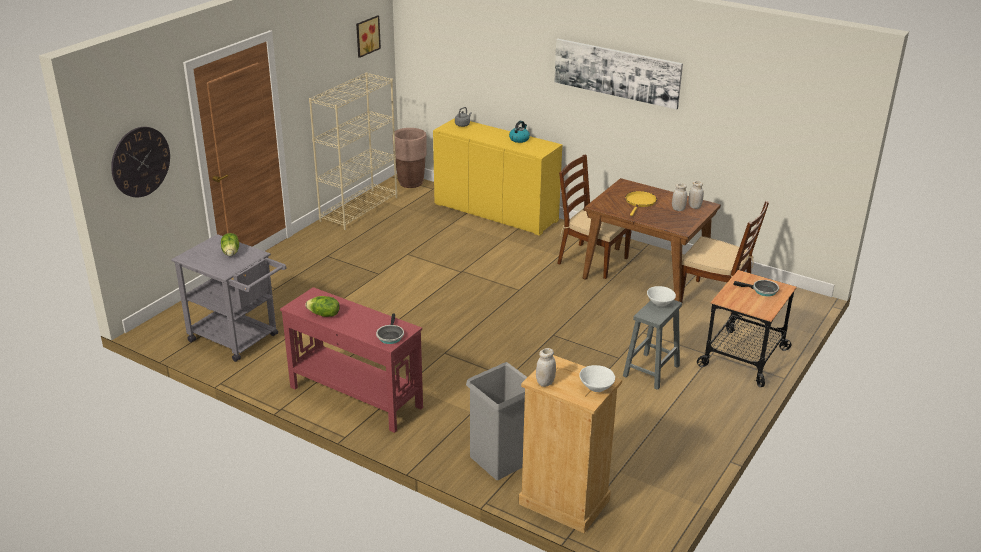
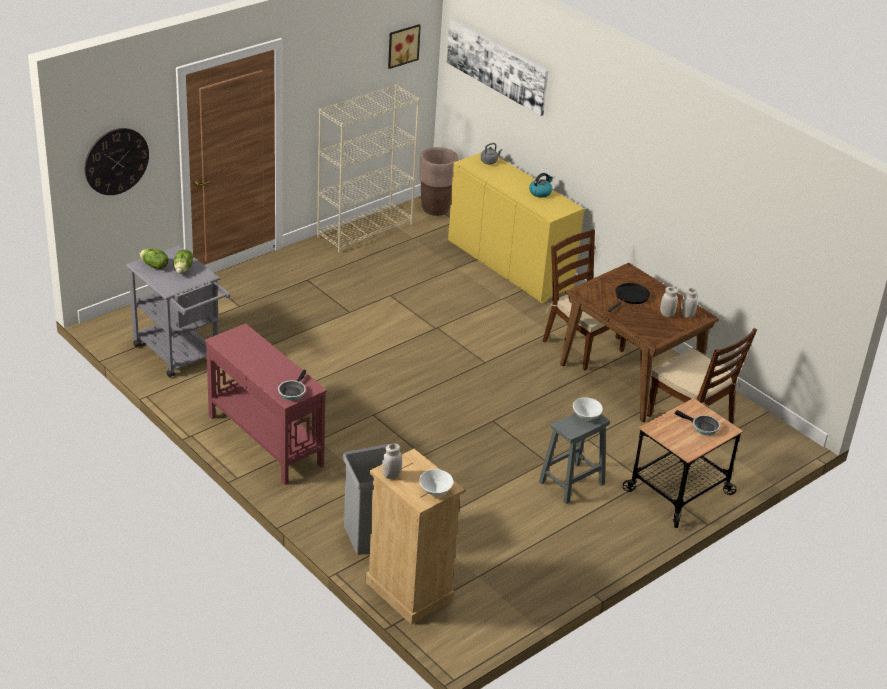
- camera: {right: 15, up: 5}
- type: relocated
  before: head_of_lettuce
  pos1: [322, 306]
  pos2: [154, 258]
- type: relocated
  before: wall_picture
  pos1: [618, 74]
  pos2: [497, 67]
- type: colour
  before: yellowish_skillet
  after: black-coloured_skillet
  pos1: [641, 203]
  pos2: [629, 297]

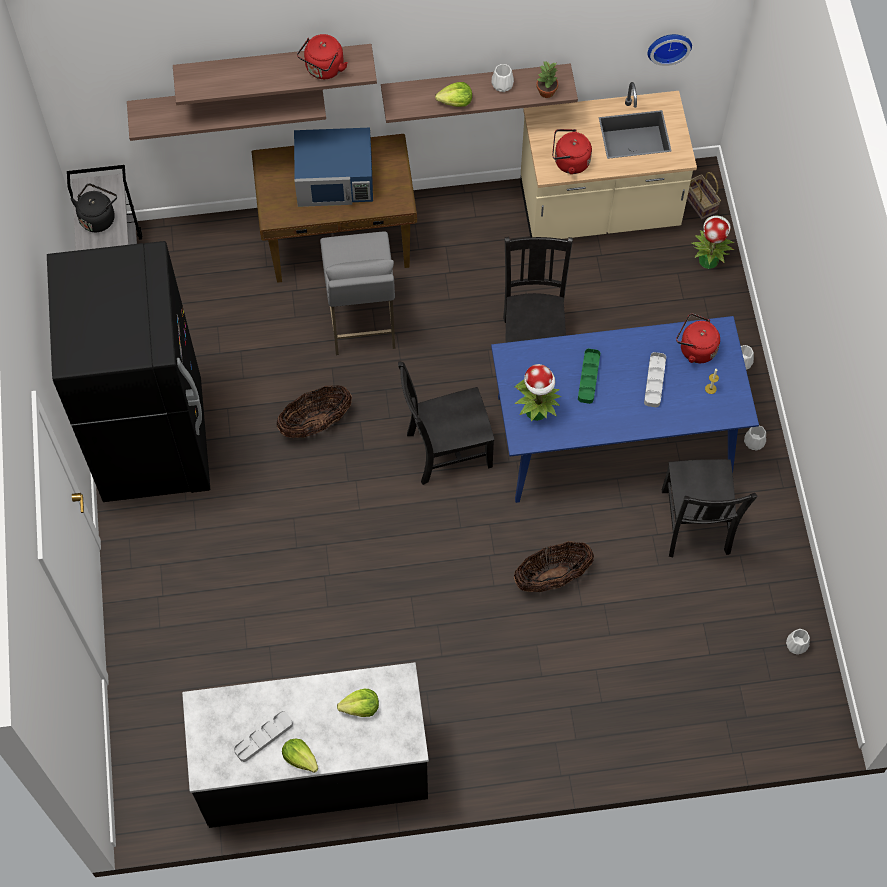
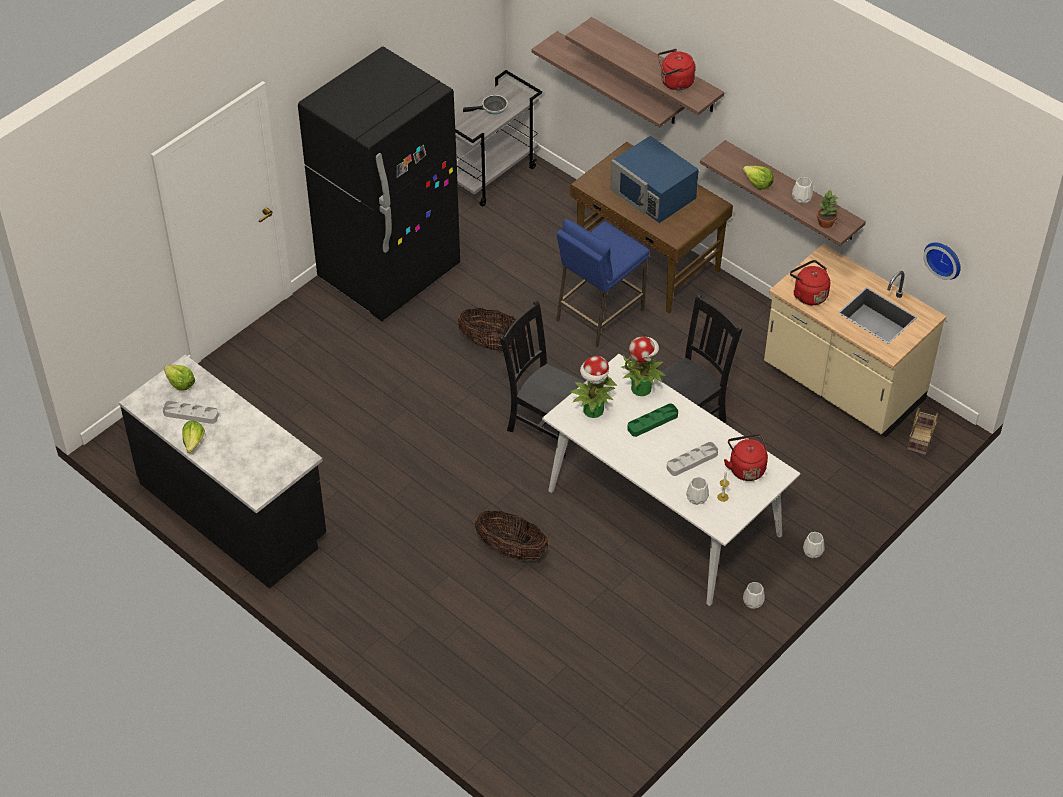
- camera: {right: 50, up: -15}
- type: missing
  before: black-coloured_chair
  pos1: [709, 508]
- type: relocated
  before: head_of_lettuce
  pos1: [358, 703]
  pos2: [179, 378]
- type: relocated
  before: plant_in_a_pot
  pos1: [713, 242]
  pos2: [643, 366]
- type: relocated
  before: white-coloured_decorative_vase
  pos1: [798, 642]
  pos2: [697, 491]
- type: exchanged
  before: black-coloured_water_kettle
  after: skillet
  pos1: [93, 208]
  pos2: [485, 105]
- type: colour
  before: grey_sitting_stool
  after: blue-coloured_sitting_stool
  pos1: [358, 293]
  pos2: [602, 283]
- type: colour
  before: blue-coloured_kitchen_table
  after: white-coloured_kitchen_table
  pos1: [625, 409]
  pos2: [671, 480]

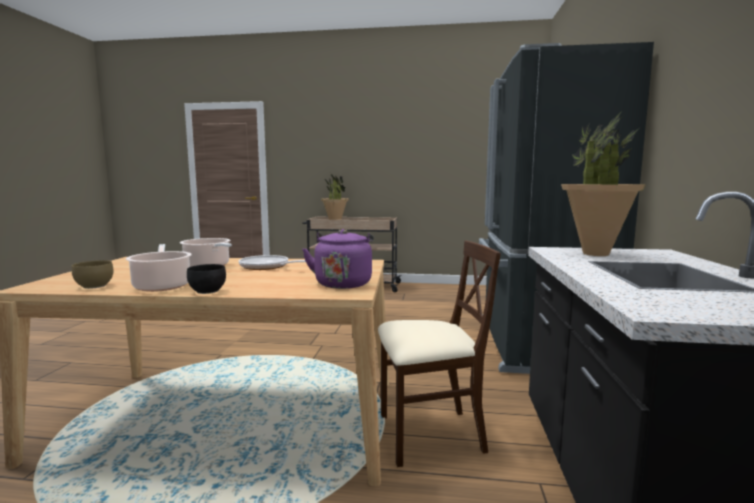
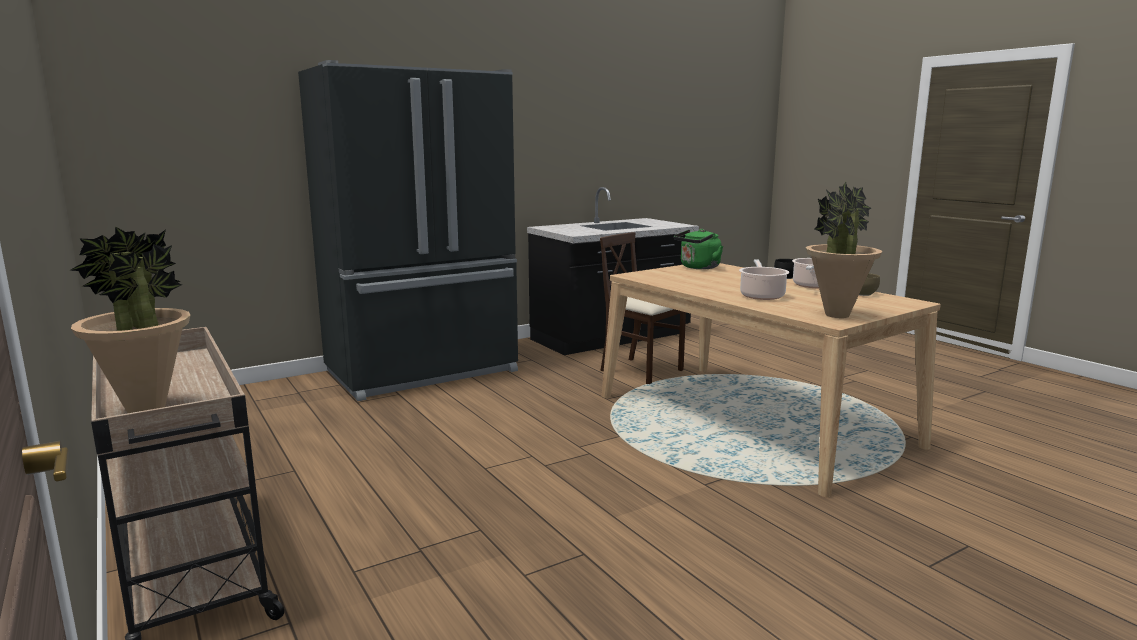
- camera: {right: -130, up: 5}
- type: missing
  before: skillet
  pos1: [272, 262]
- type: relocated
  before: plant_in_a_pot
  pos1: [603, 184]
  pos2: [844, 250]
- type: colour
  before: purplish_water_kettle
  after: green_water_kettle
  pos1: [338, 259]
  pos2: [698, 249]

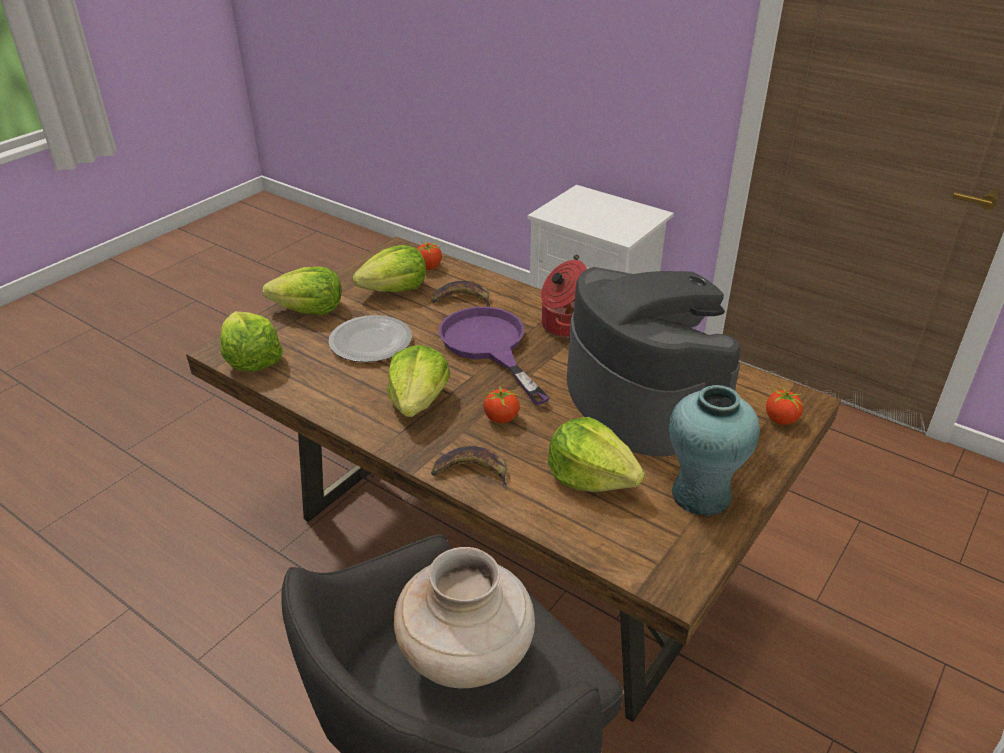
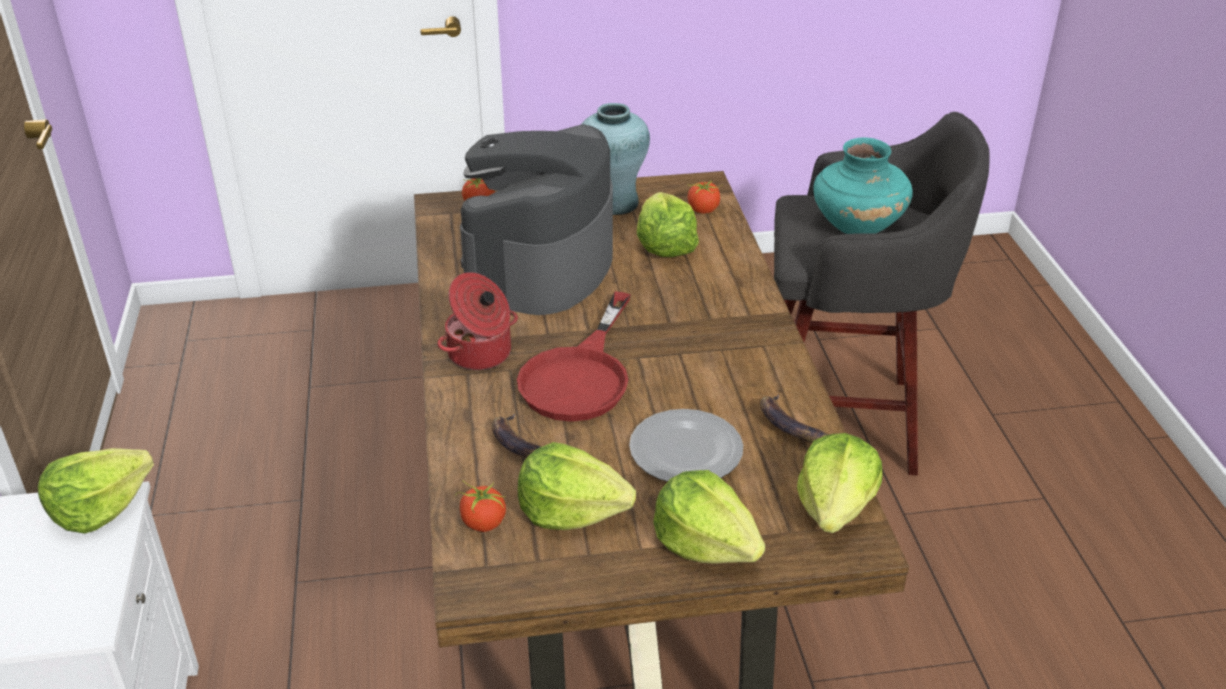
- camera: {right: -135, up: 0}
- type: relocated
  before: head_of_lettuce
  pos1: [418, 381]
  pos2: [96, 491]
- type: relocated
  before: banana
  pos1: [469, 467]
  pos2: [794, 418]
- type: relocated
  before: whole_tomato
  pos1: [500, 404]
  pos2: [705, 197]
- type: colour
  before: sand-coloured_decorative_vase
  after: blue-green_decorative_vase
  pos1: [464, 617]
  pos2: [863, 186]
- type: colour
  before: purplish_skillet
  after: red_skillet
  pos1: [494, 356]
  pos2: [574, 357]

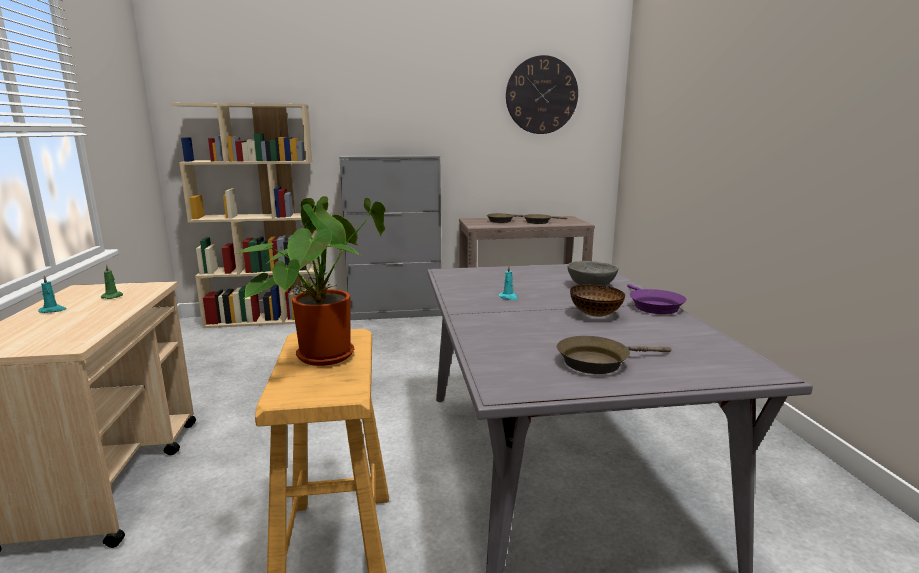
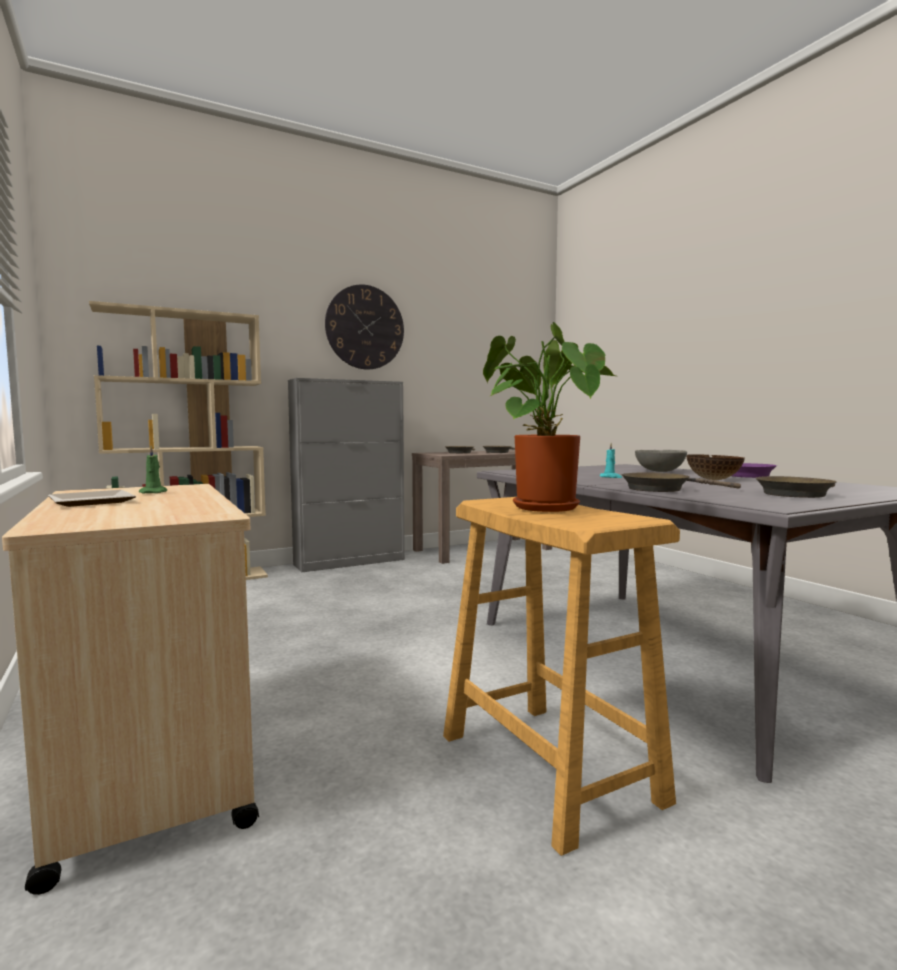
- camera: {right: -20, up: -10}
- type: appeared
  after: brown-coloured_skillet
  pos2: [681, 482]
- type: relocated
  before: wall_clock
  pos1: [542, 94]
  pos2: [364, 327]
- type: exchanged
  before: blue-green_wax_light
  after: dinner_plate
  pos1: [52, 294]
  pos2: [92, 498]

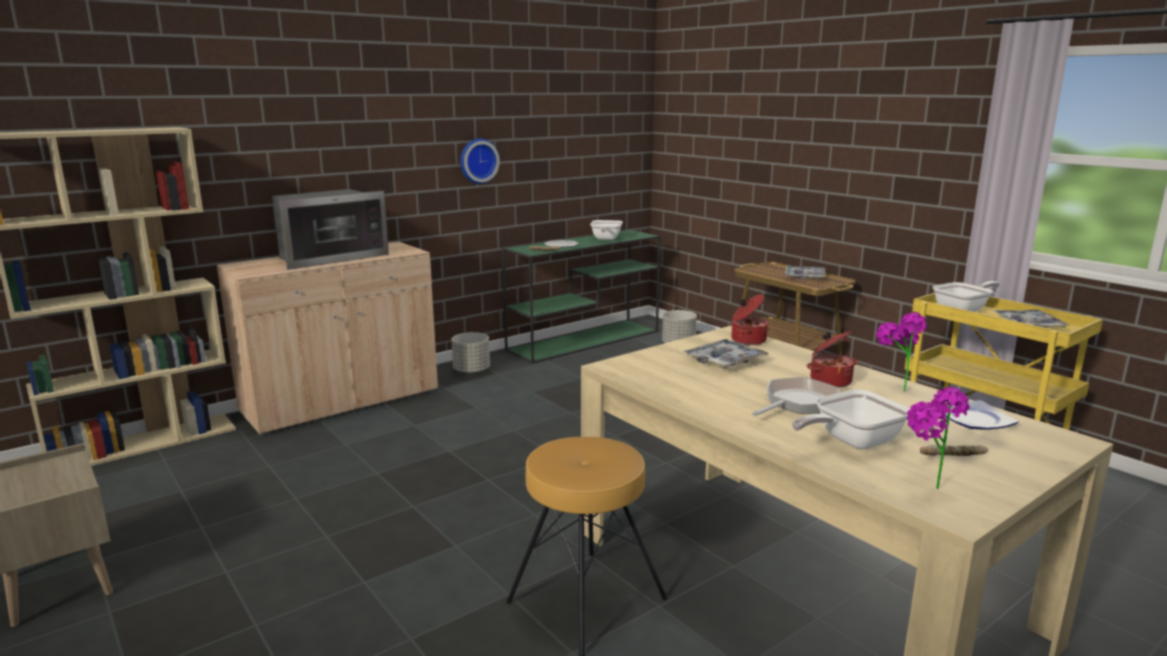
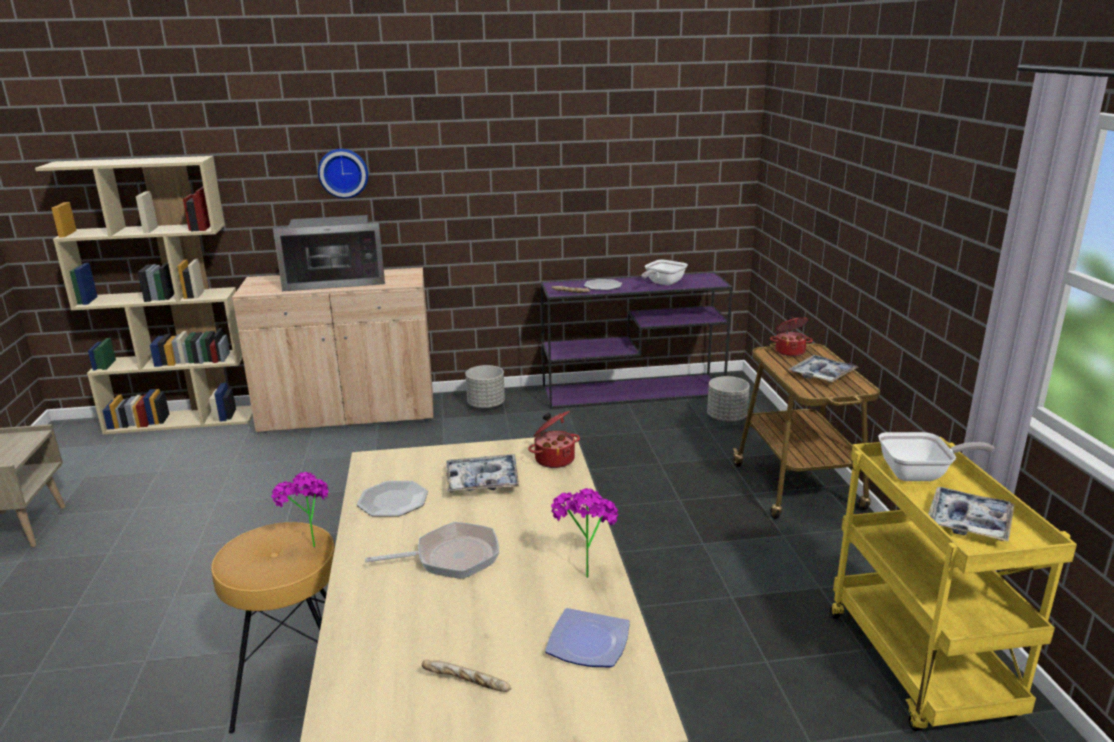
- camera: {right: 30, up: 5}
- type: missing
  before: skillet
  pos1: [851, 419]
- type: appeared
  after: dinner_plate
  pos2: [392, 499]
- type: relocated
  before: wall_clock
  pos1: [480, 161]
  pos2: [343, 173]
- type: relocated
  before: cooking_pot
  pos1: [832, 359]
  pos2: [791, 336]
- type: relocated
  before: plant_in_a_pot
  pos1: [938, 438]
  pos2: [300, 509]
- type: colour
  before: green_hall_table
  after: purplish_hall_table
  pos1: [581, 297]
  pos2: [637, 340]

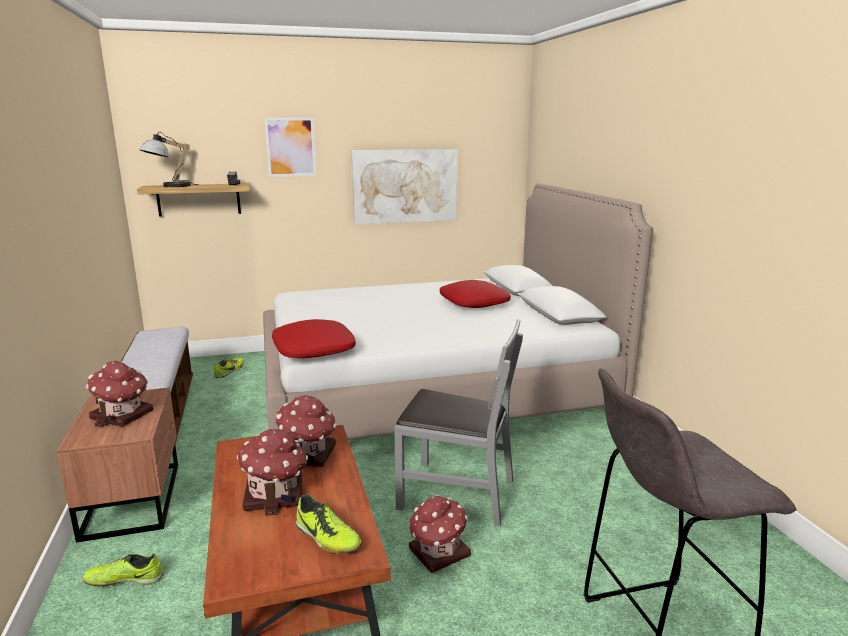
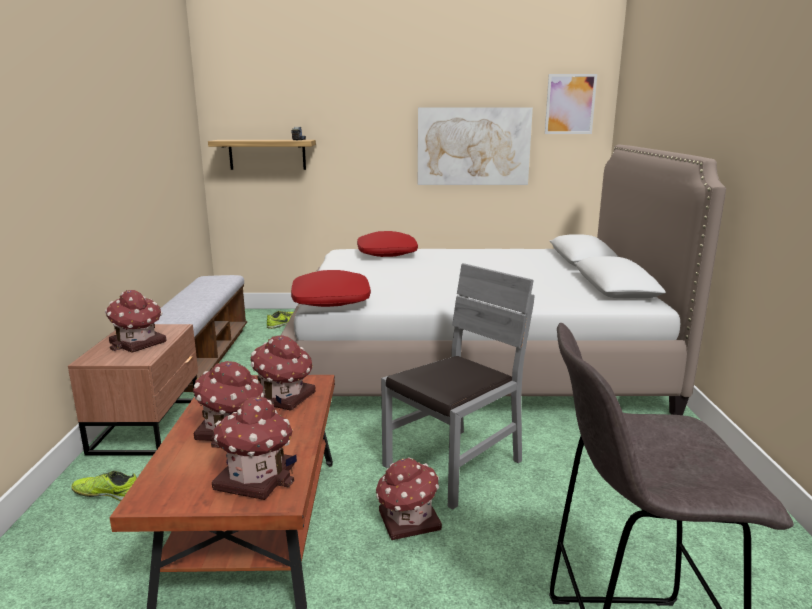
- camera: {right: 15, up: 0}
- type: missing
  before: lamp_for_a_table
  pos1: [169, 159]
- type: relocated
  before: wall_picture
  pos1: [290, 147]
  pos2: [571, 104]
- type: relocated
  before: red_pillow
  pos1: [475, 294]
  pos2: [387, 244]
- type: exchanged
  before: shoe
  after: model_house
  pos1: [329, 523]
  pos2: [254, 448]
- type: spun
  before: grey_chair
  pos1: [458, 422]
  pos2: [457, 386]
  turn: -75

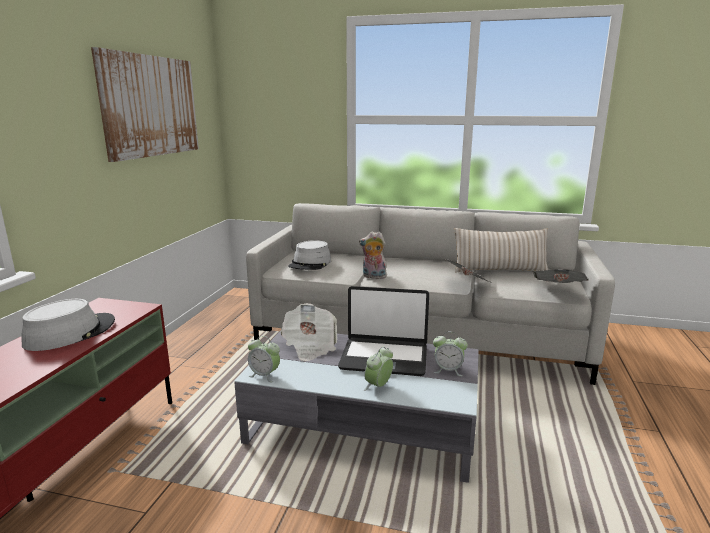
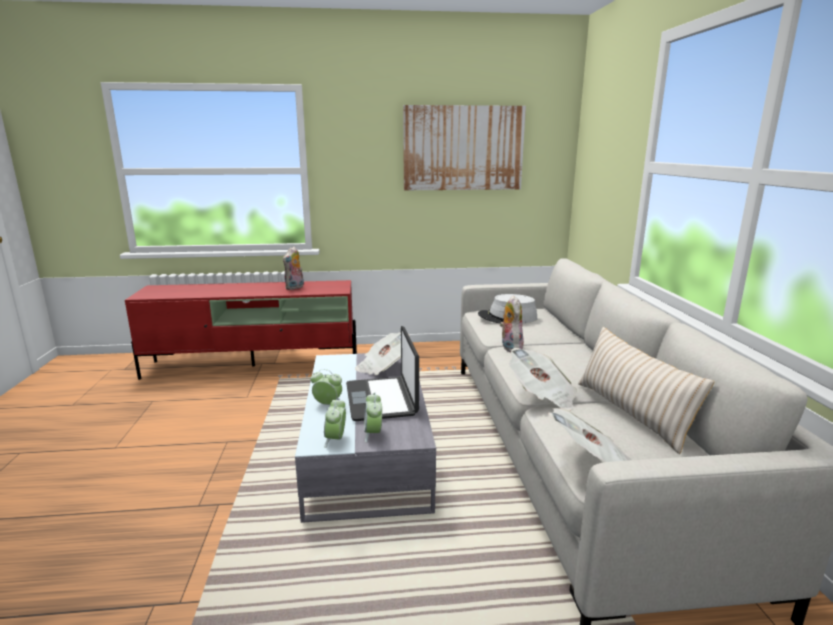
- camera: {right: 70, up: 0}
- type: relocated
  before: bedside_clock
  pos1: [264, 359]
  pos2: [335, 423]
- type: exchanged
  before: grey_hat
  after: plush_toy
  pos1: [68, 325]
  pos2: [293, 268]

